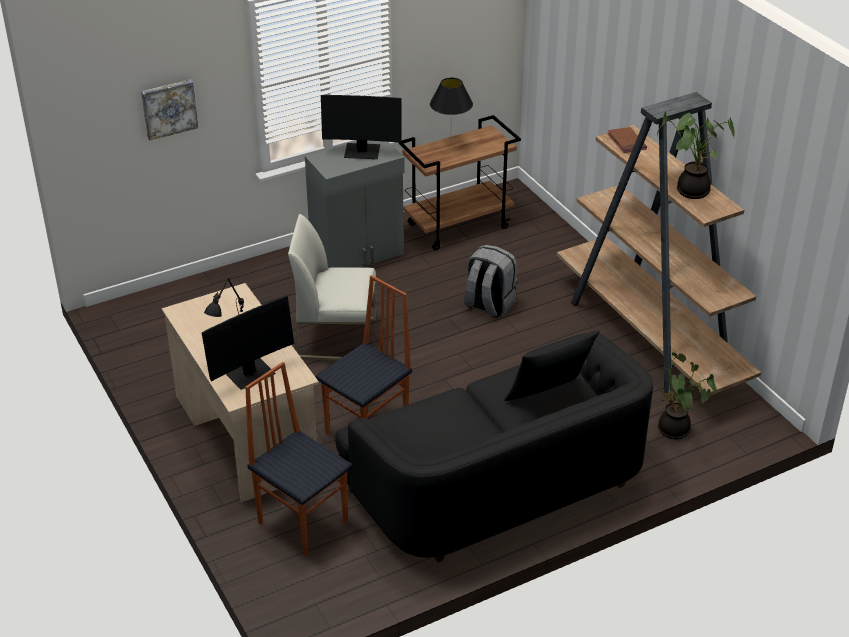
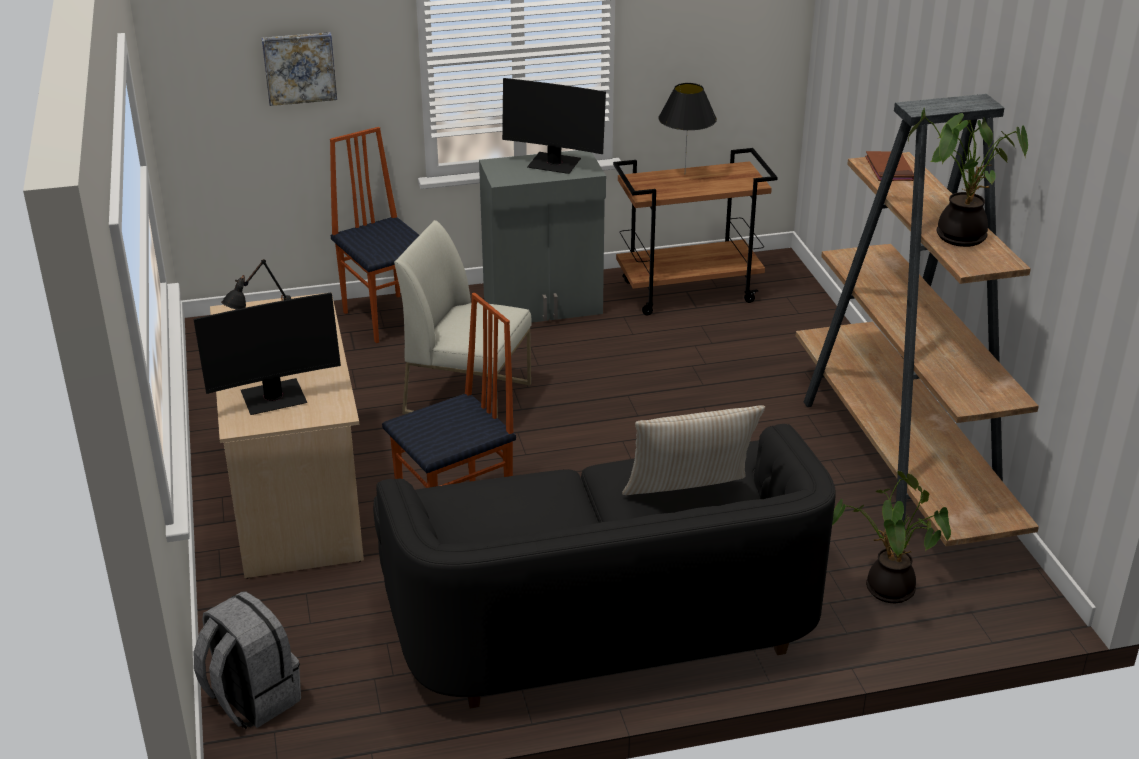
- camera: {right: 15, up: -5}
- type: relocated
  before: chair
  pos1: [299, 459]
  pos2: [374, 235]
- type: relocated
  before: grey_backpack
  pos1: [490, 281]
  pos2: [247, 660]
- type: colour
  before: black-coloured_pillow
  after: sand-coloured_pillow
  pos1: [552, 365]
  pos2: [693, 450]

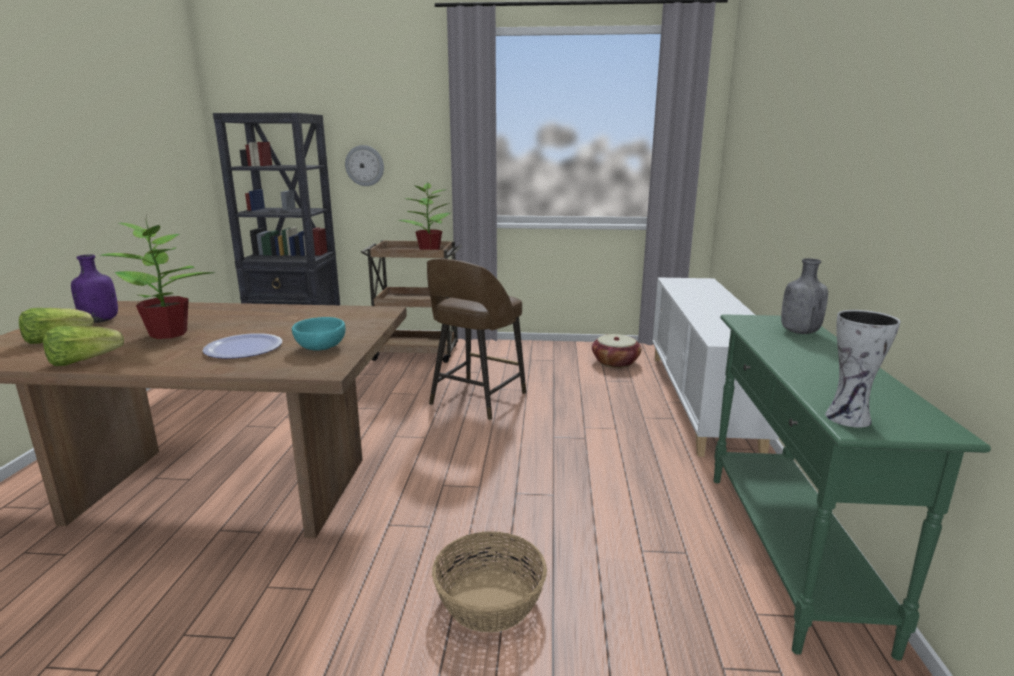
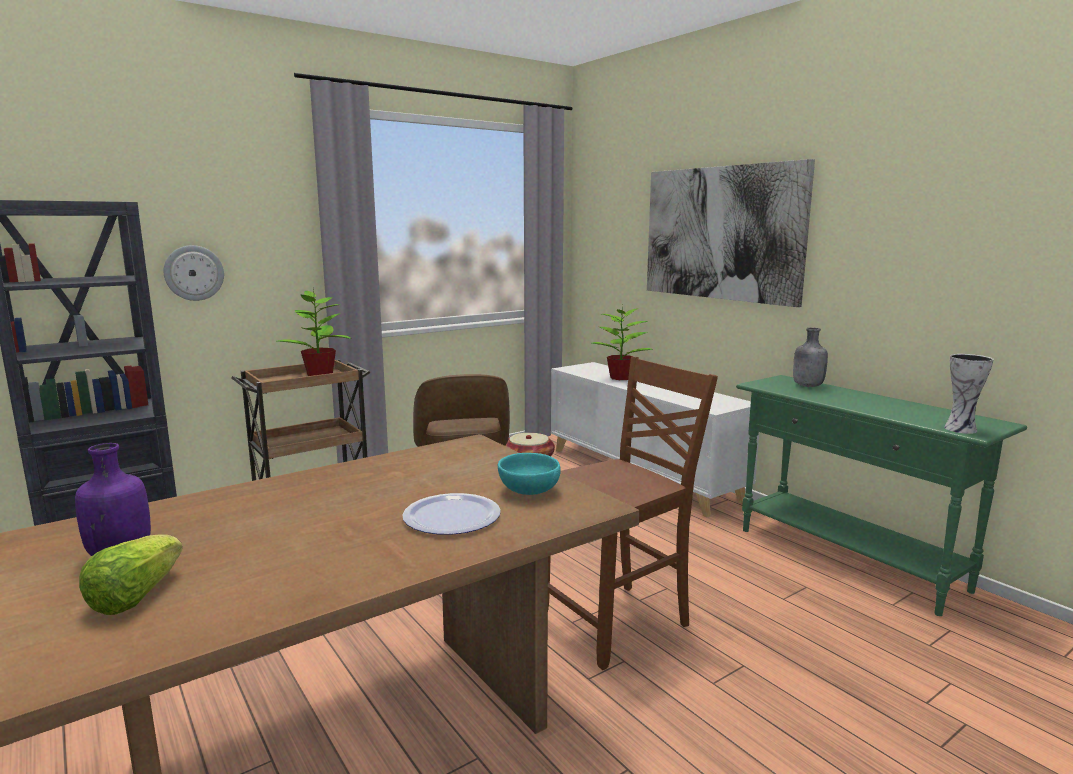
- camera: {right: -40, up: -5}
- type: missing
  before: head_of_lettuce
  pos1: [83, 346]
- type: missing
  before: basket
  pos1: [489, 582]
- type: appeared
  after: brown-coloured_chair
  pos2: [633, 513]
- type: appeared
  after: wall_picture
  pos2: [731, 233]
- type: relocated
  before: plant_in_a_pot
  pos1: [157, 277]
  pos2: [622, 342]

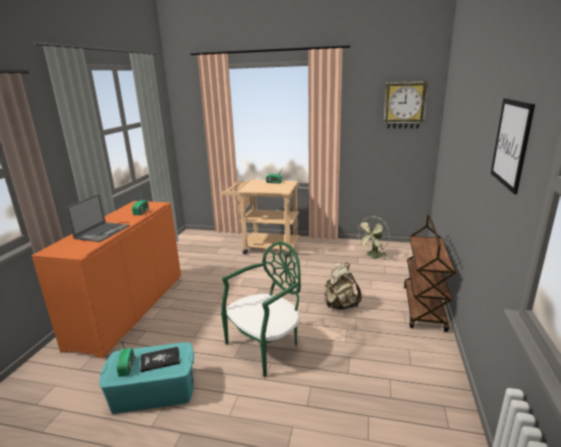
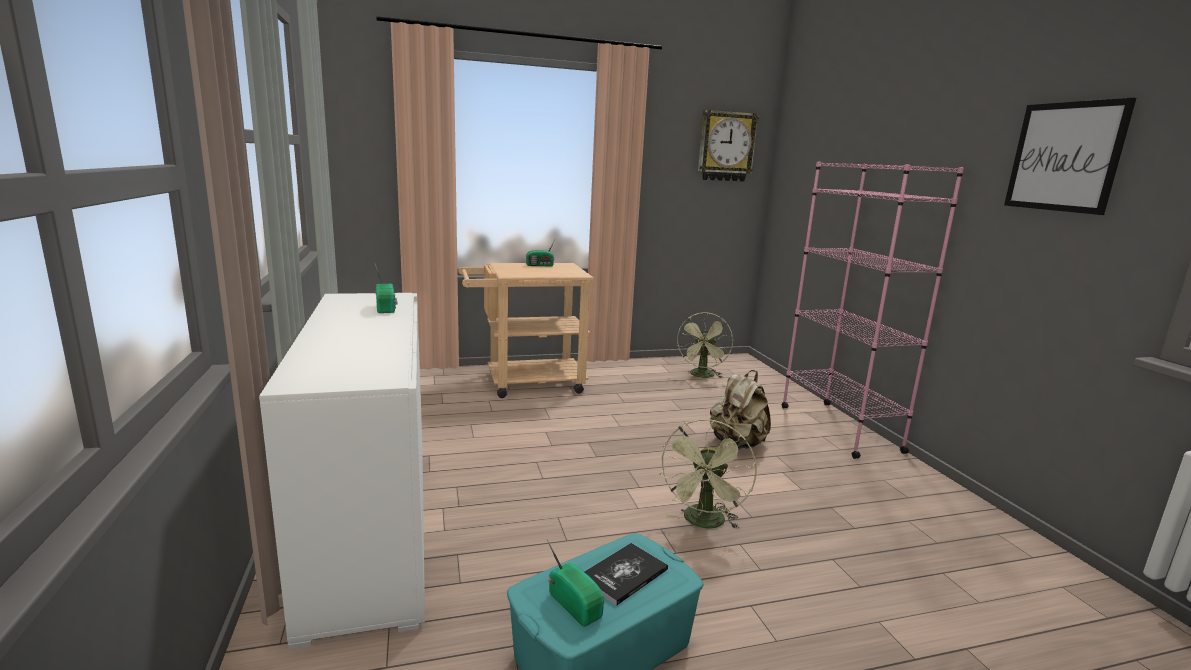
- camera: {right: -30, up: -5}
- type: missing
  before: portable_computer
  pos1: [98, 218]
- type: exchanged
  before: green_chair
  after: green_electric_fan
  pos1: [261, 309]
  pos2: [708, 474]
- type: exchanged
  before: brown-coloured_trolley
  after: pink-coloured_bookshelf
  pos1: [430, 273]
  pos2: [872, 310]
- type: colour
  before: orange_storage_cabinet
  after: white-coloured_storage_cabinet
  pos1: [106, 279]
  pos2: [342, 471]

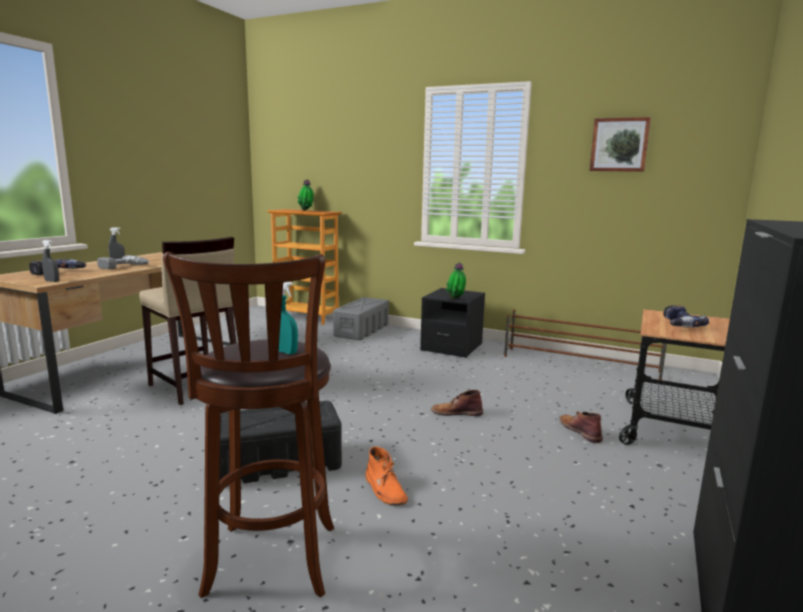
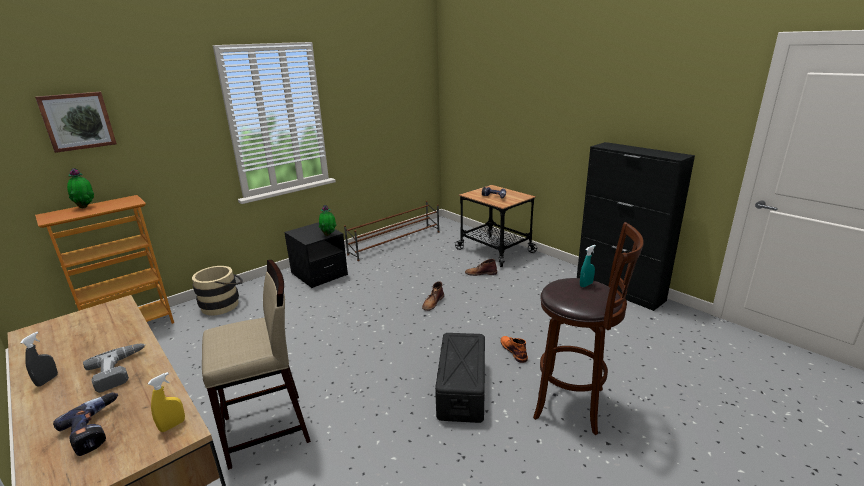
- camera: {right: -65, up: 10}
- type: relocated
  before: wall_picture
  pos1: [620, 144]
  pos2: [76, 122]
- type: exchanged
  before: grey_storage_container
  after: sand-coloured_water_bucket
  pos1: [361, 318]
  pos2: [217, 290]
- type: colour
  before: grey_hand_sprayer
  after: yellowish_hand_sprayer
  pos1: [50, 261]
  pos2: [166, 402]
- type: spun
  before: orange_high-top_boot
  pos1: [386, 476]
  pos2: [514, 349]
  turn: -105

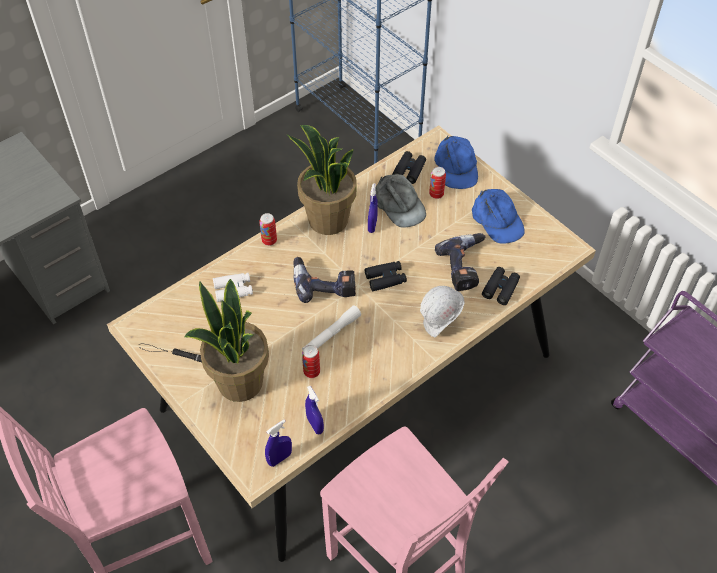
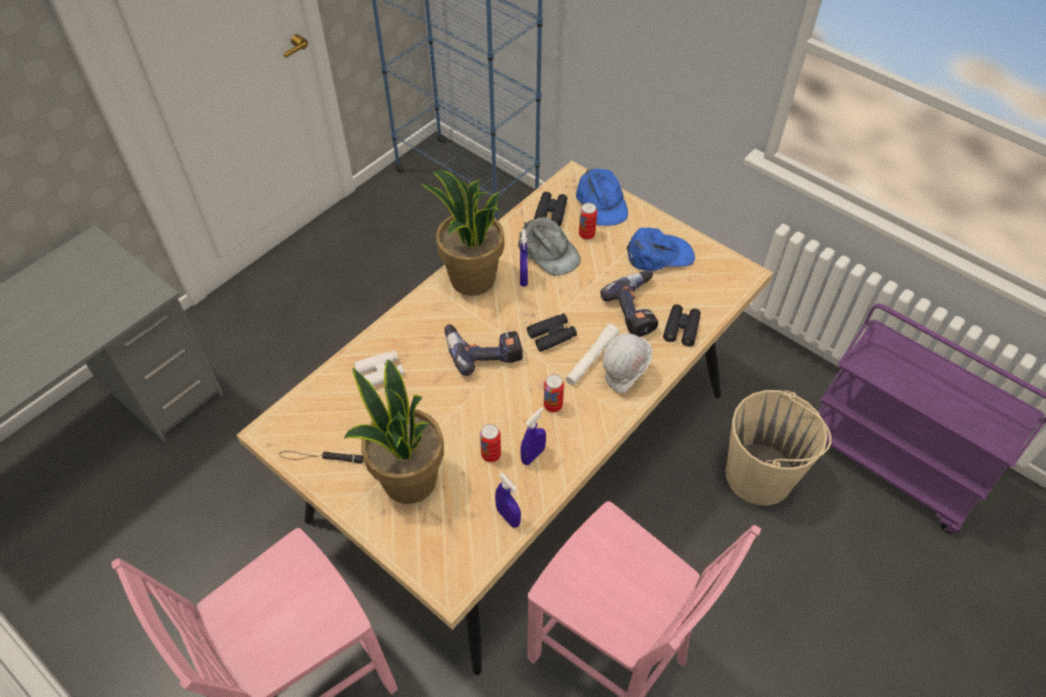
- camera: {right: -10, up: 0}
- type: appeared
  after: sand-coloured_water_bucket
  pos2: [778, 448]
- type: relocated
  before: can
  pos1: [268, 229]
  pos2: [554, 393]
- type: relocated
  before: blue-coloured_hand_sprayer
  pos1: [278, 443]
  pos2: [533, 436]
- type: relocated
  before: white-coloured_torch
  pos1: [331, 327]
  pos2: [592, 354]
- type: spun
  before: blue-coloured_baseball_cap
  pos1: [498, 216]
  pos2: [661, 249]
  turn: -60

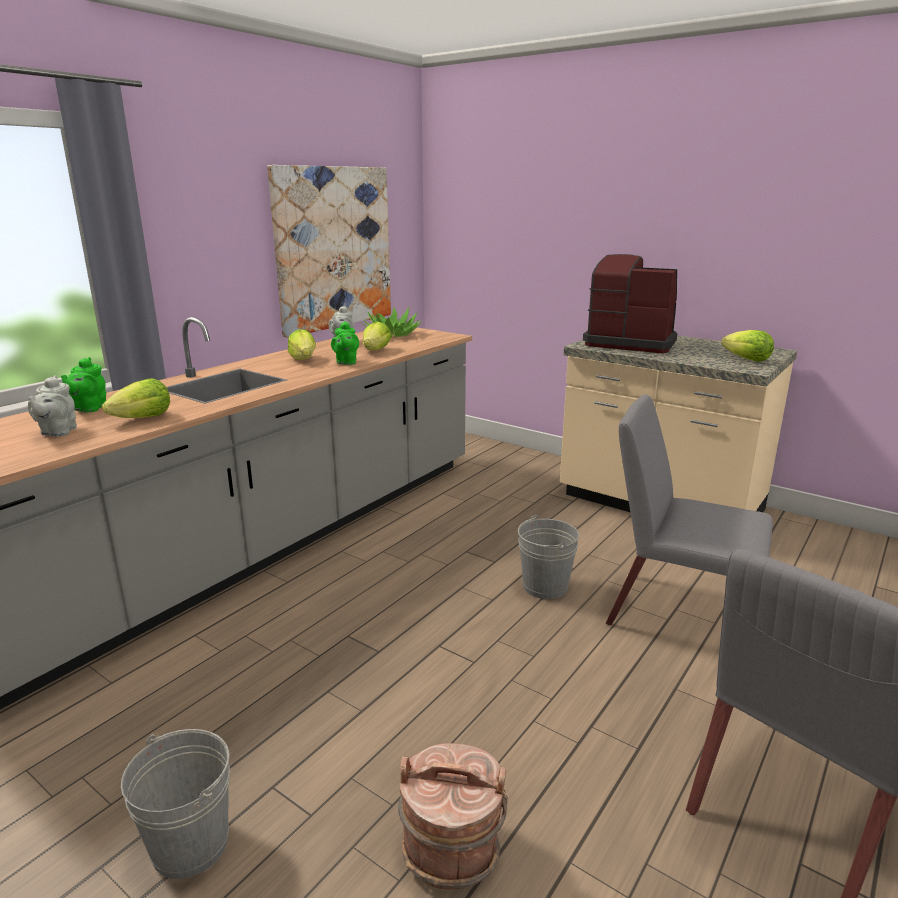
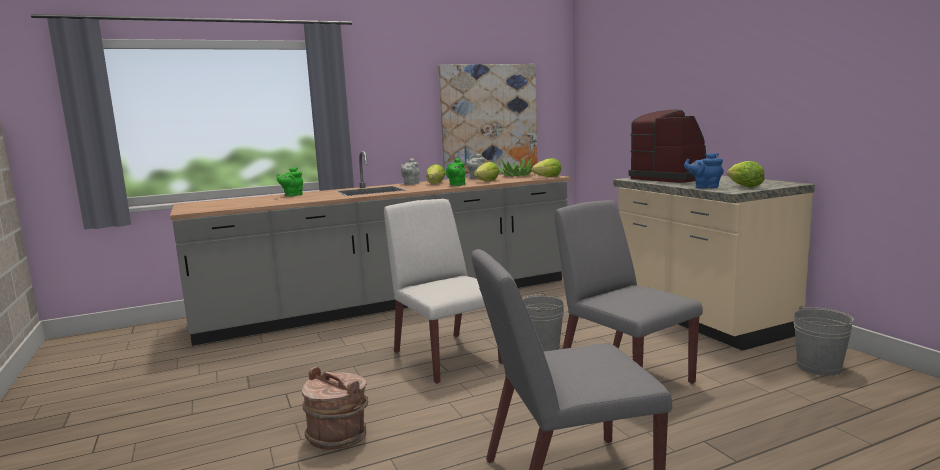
- camera: {right: 30, up: -10}
- type: appeared
  after: white-coloured_chair
  pos2: [443, 291]
- type: appeared
  after: blue-coloured_pot_for_tea
  pos2: [704, 171]
- type: relocated
  before: grey_pot_for_tea
  pos1: [52, 406]
  pos2: [410, 171]
- type: relocated
  before: head_of_lettuce
  pos1: [136, 398]
  pos2: [546, 167]
- type: relocated
  before: grey_water_bucket
  pos1: [175, 804]
  pos2: [824, 340]

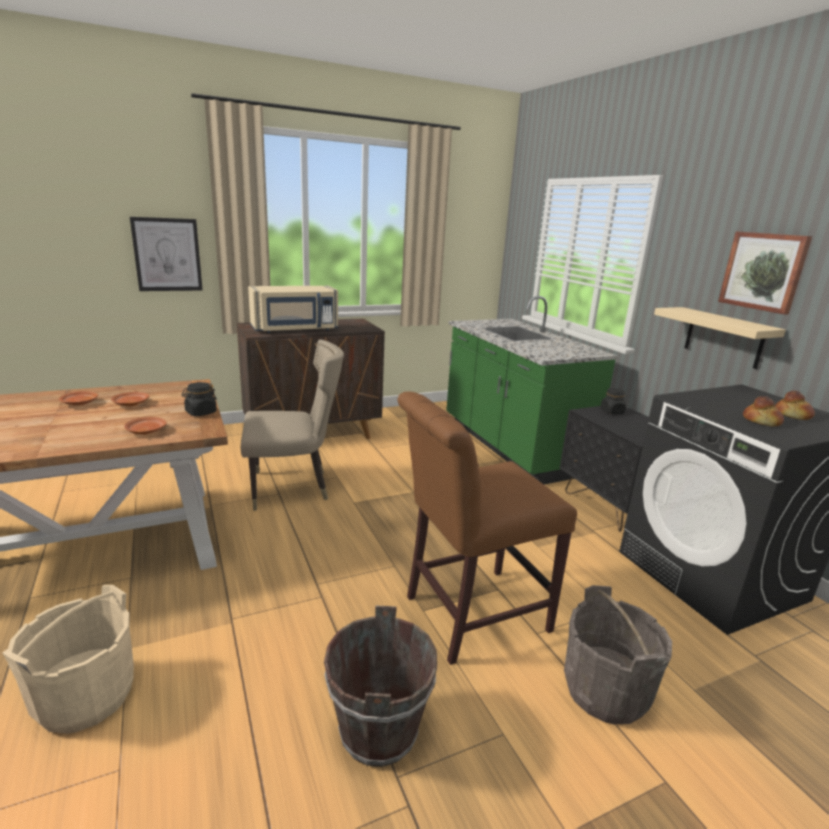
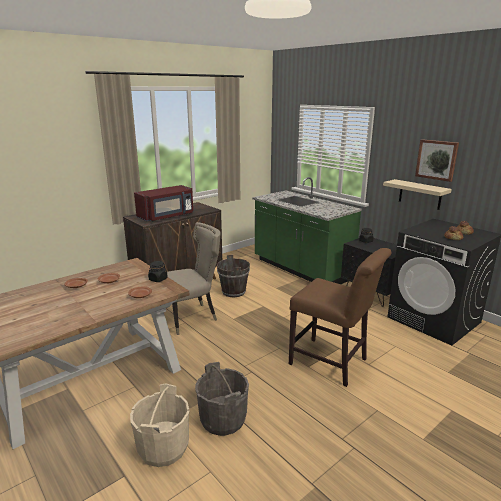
- camera: {right: -15, up: 0}
- type: missing
  before: wall_picture
  pos1: [166, 254]
- type: relocated
  before: brown-coloured_water_bucket
  pos1: [380, 686]
  pos2: [233, 276]
- type: relocated
  before: grey_water_bucket
  pos1: [618, 654]
  pos2: [222, 399]
- type: colour
  before: sand-coloured_microwave_oven
  after: red_microwave_oven
  pos1: [293, 309]
  pos2: [163, 203]
- type: spun
  before: brown-coloured_chair
  pos1: [487, 528]
  pos2: [340, 317]
  turn: -105

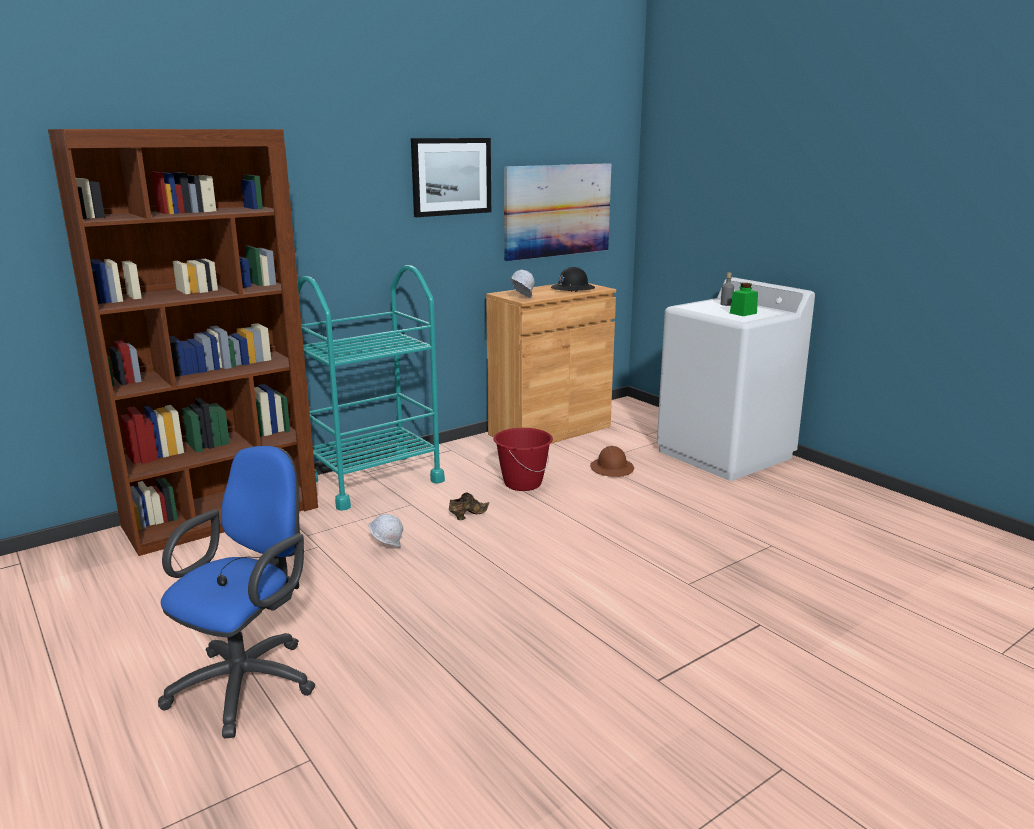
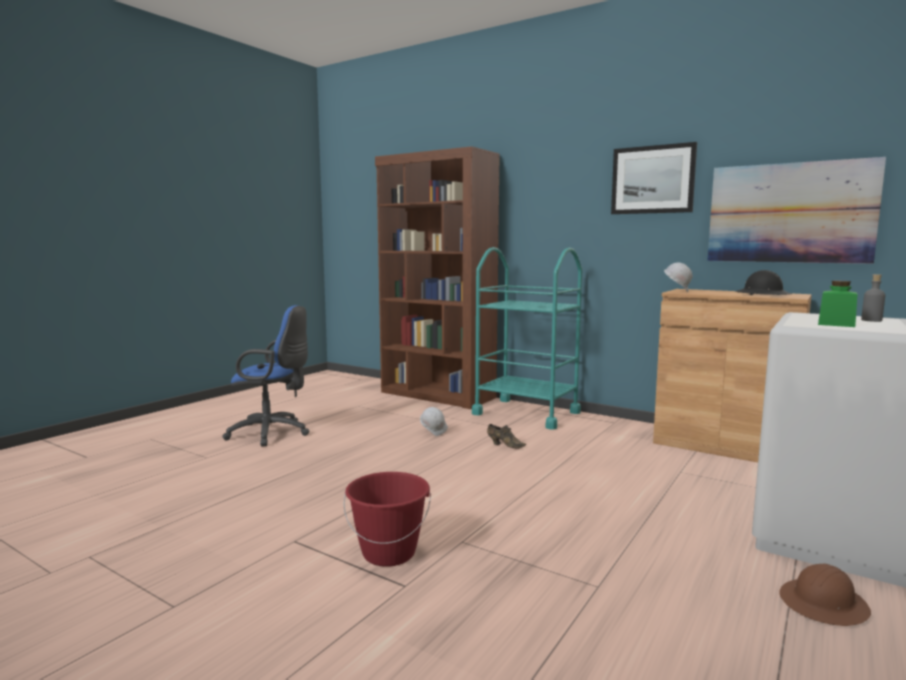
- camera: {right: 70, up: -10}
- type: relocated
  before: red_water_bucket
  pos1: [523, 459]
  pos2: [387, 519]
- type: relocated
  before: brown-coloured_safety_helmet
  pos1: [612, 461]
  pos2: [825, 595]

